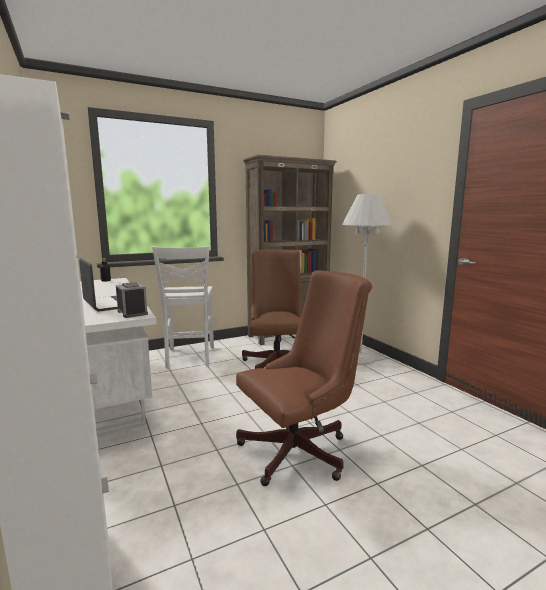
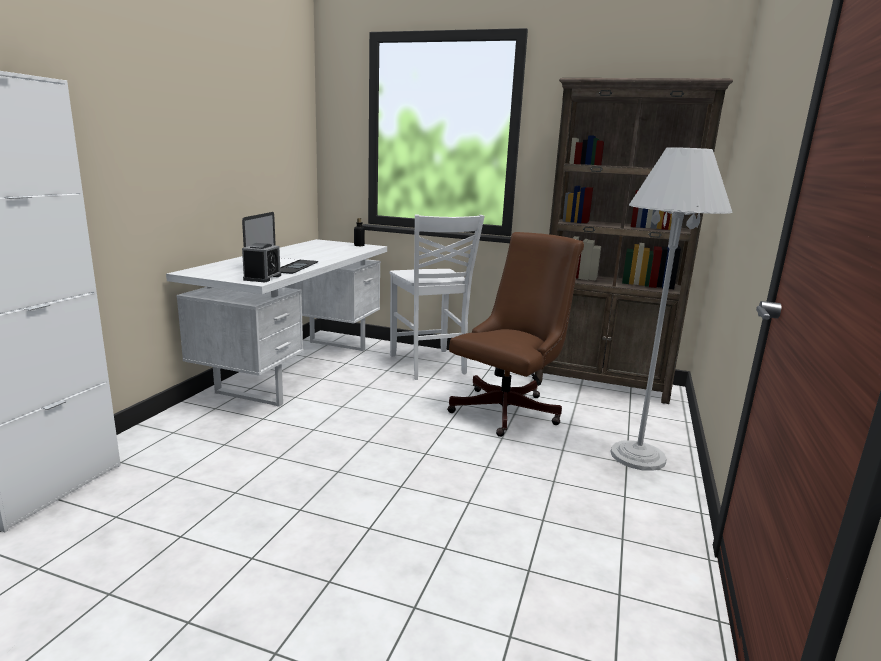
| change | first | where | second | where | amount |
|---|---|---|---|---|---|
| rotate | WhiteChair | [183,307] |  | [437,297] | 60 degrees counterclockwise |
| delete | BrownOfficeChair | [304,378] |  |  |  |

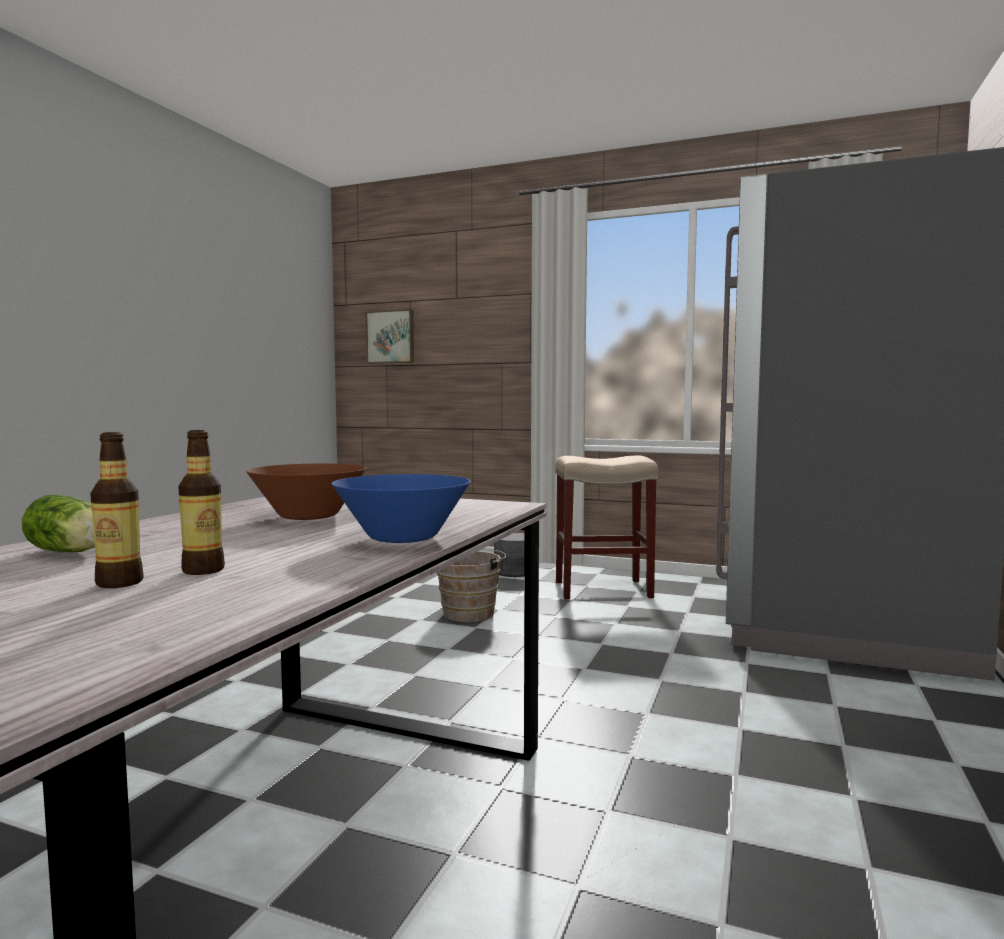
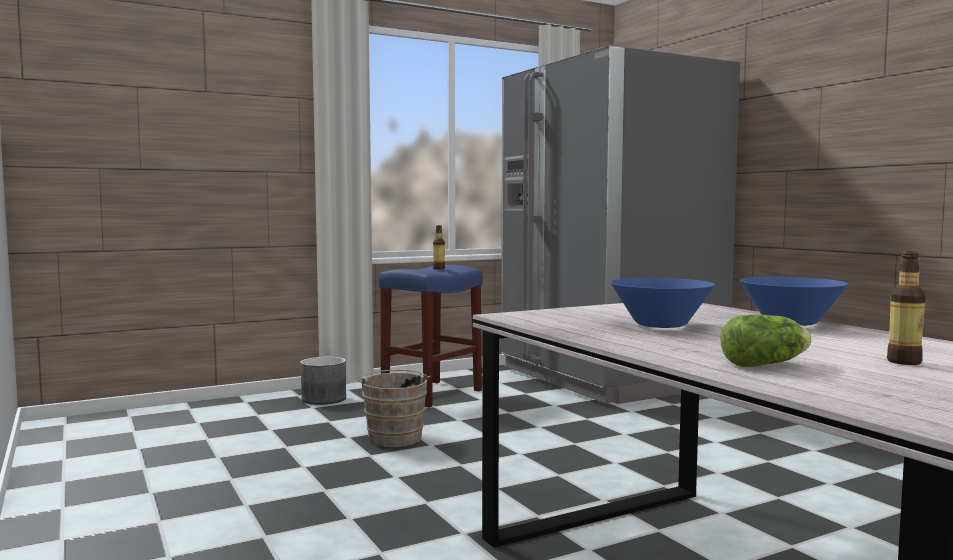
| change | first | where | second | where | amount |
|---|---|---|---|---|---|
| move | Bottle | [201,502] |  | [439,247] |  |
| recolor | BrownBowl | [306,491] | BlueBowl | [662,303] |  |
| delete | Picture | [389,336] |  |  |  |
| recolor | BeigeStool | [607,527] | BlueStool | [431,336] |  |

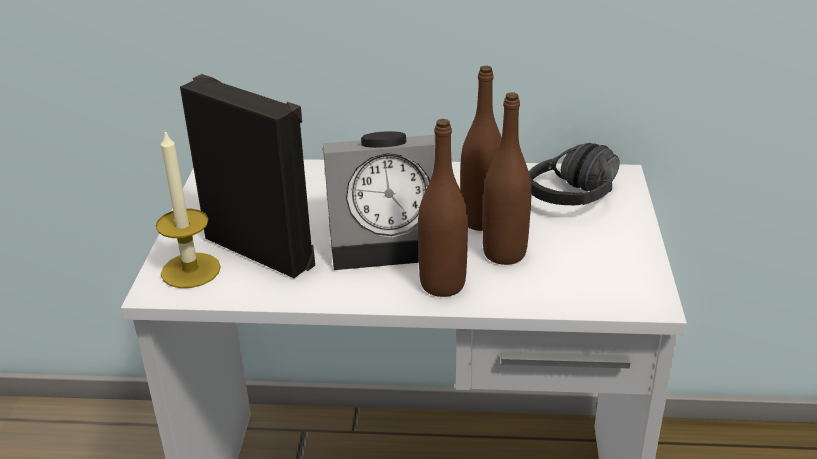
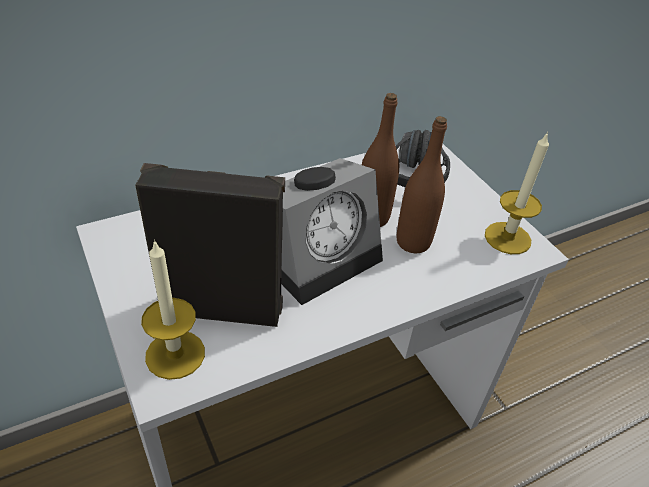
| change | first | where | second | where | amount |
|---|---|---|---|---|---|
| delete | BrownBottle | [443,208] |  |  |  |
| insert |  |  | Candle | [517,193] |  |

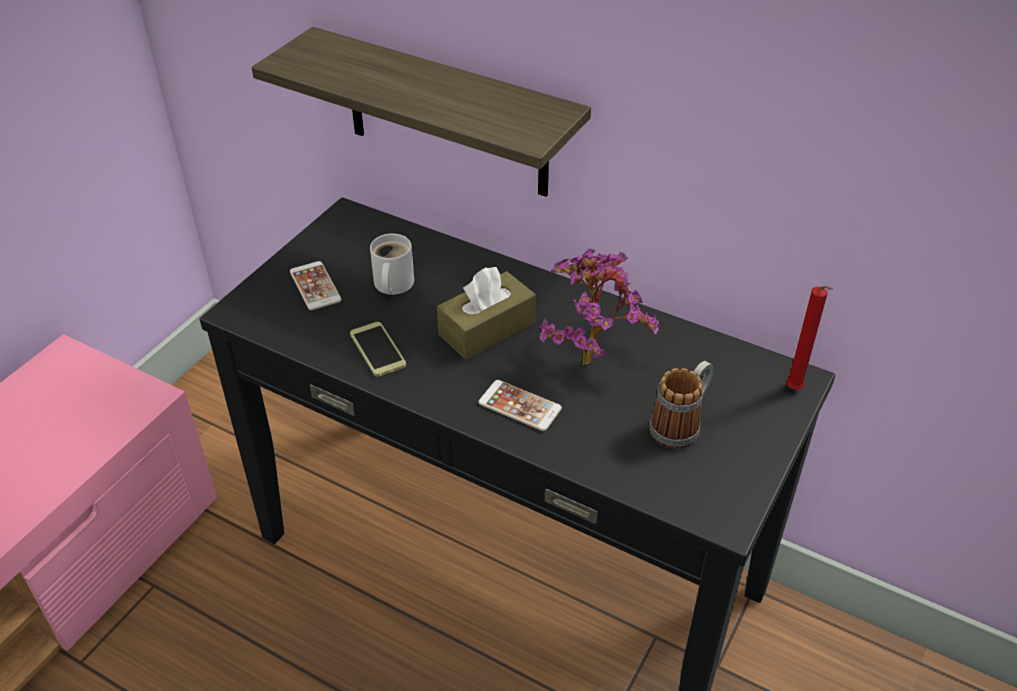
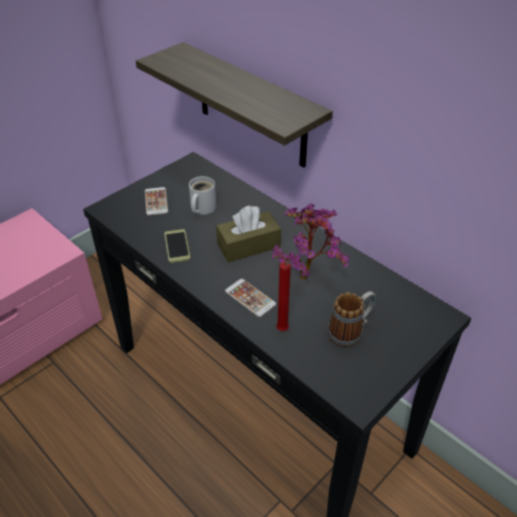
| change | first | where | second | where | amount |
|---|---|---|---|---|---|
| move | RedCandle | [809,338] |  | [283,296] |  |

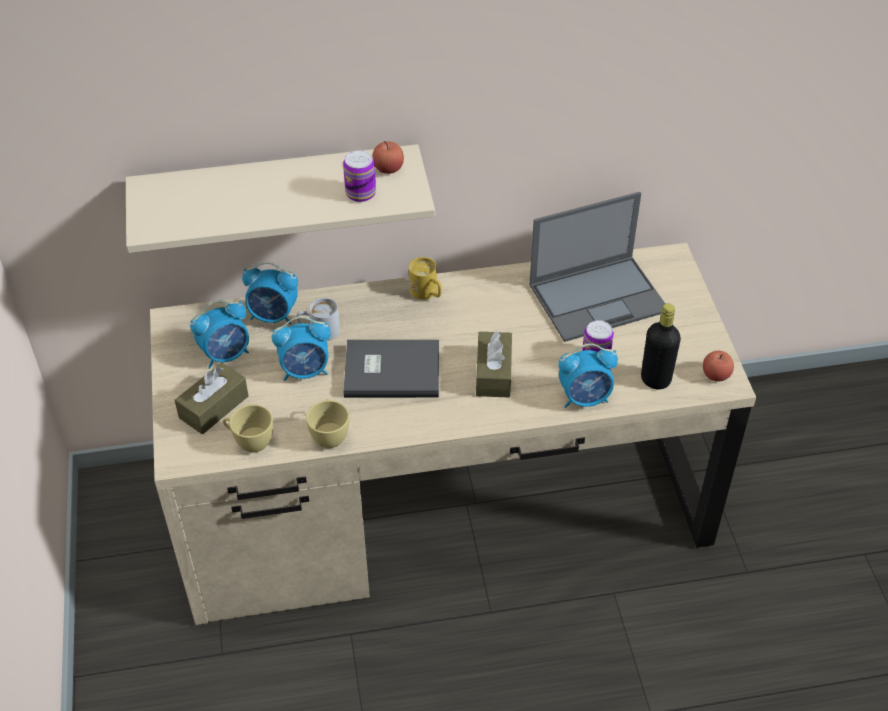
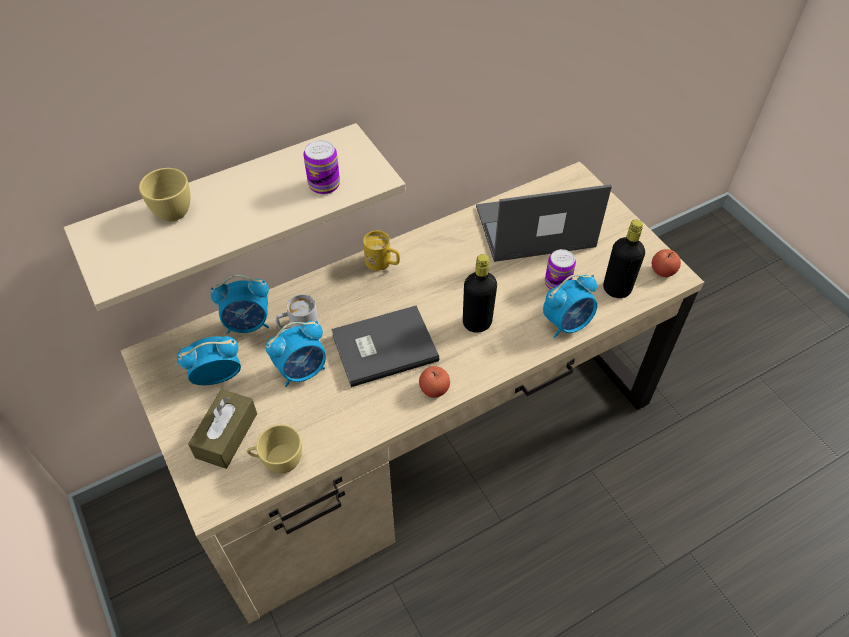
| change | first | where | second | where | amount |
|---|---|---|---|---|---|
| rotate | AlarmClock | [219,334] |  | [209,360] | 150 degrees counterclockwise |
| move | YellowCup | [327,423] |  | [165,194] |  |
| move | Apple | [388,157] |  | [434,382] |  |
| replace | BrownTissueBox | [494,363] | BlackBottle | [480,293] |  |
| rotate | Laptop | [597,267] |  | [544,223] | 150 degrees counterclockwise |

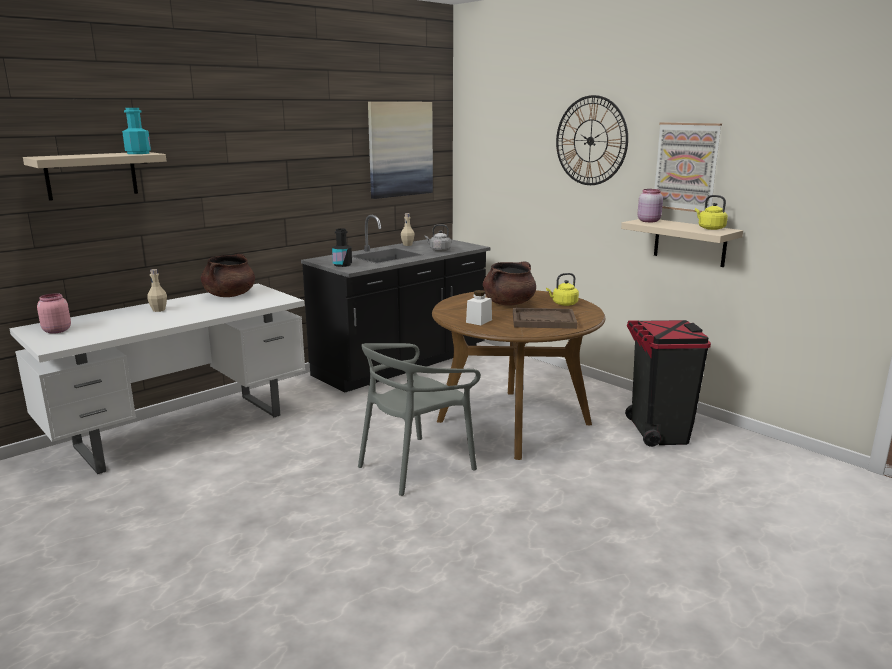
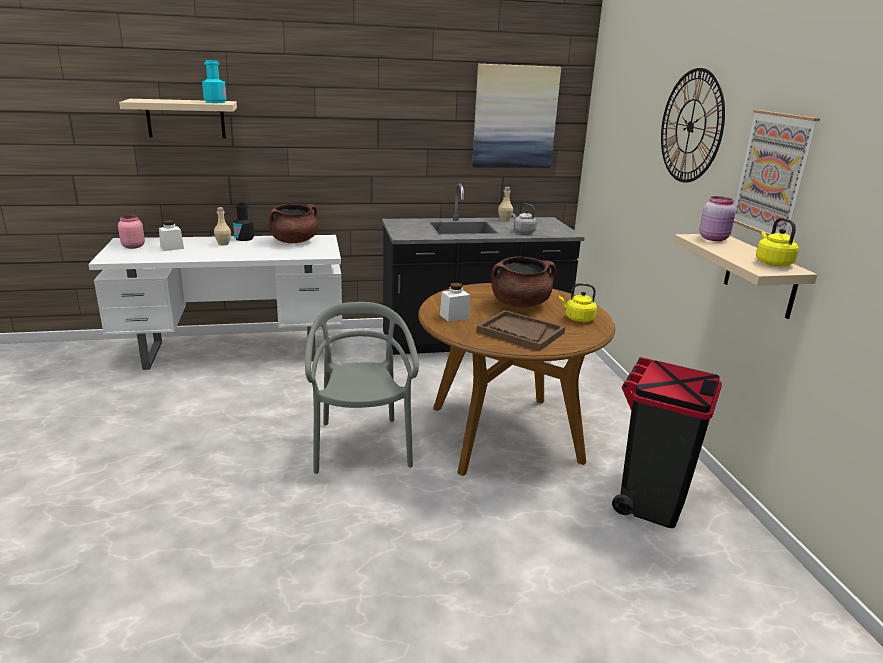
| change | first | where | second | where | amount |
|---|---|---|---|---|---|
| move | BlackBottle | [342,247] |  | [243,222] |  |
| rotate | GreyChair | [419,419] |  | [362,388] | 90 degrees clockwise |
| insert |  |  | WhiteJar | [171,235] |  |

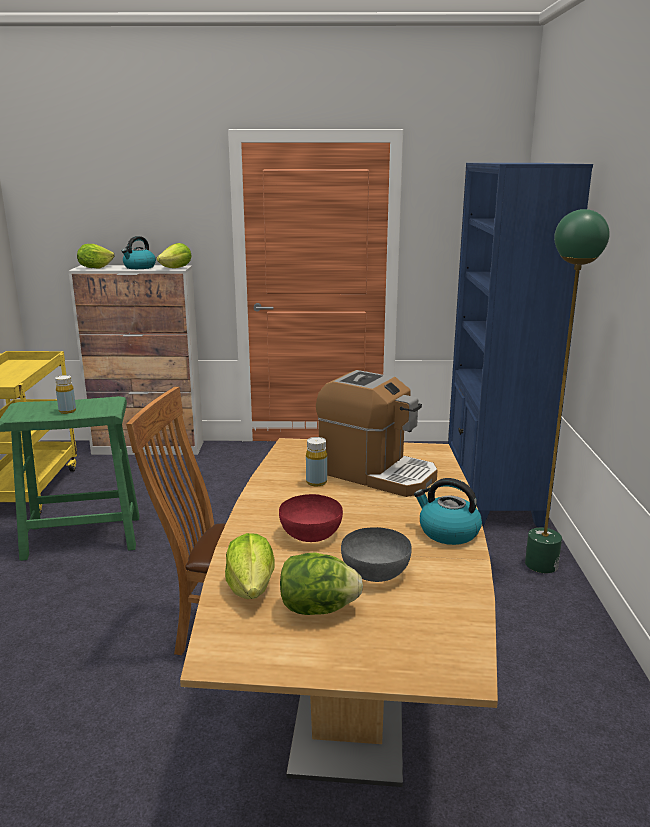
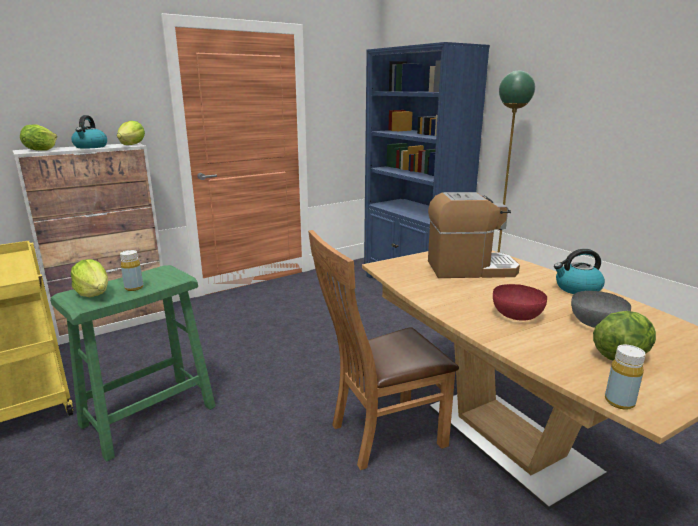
| change | first | where | second | where | amount |
|---|---|---|---|---|---|
| move | Lettuce | [250,566] |  | [89,278] |  |
| move | YellowBottle | [316,461] |  | [625,377] |  |

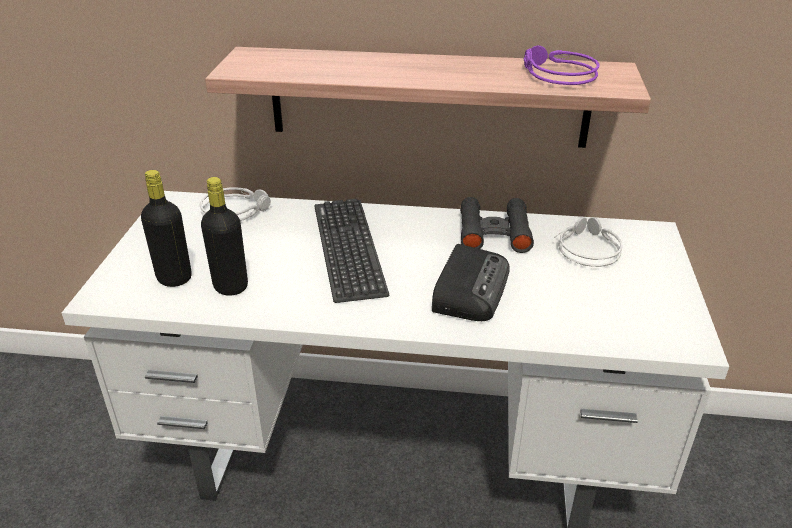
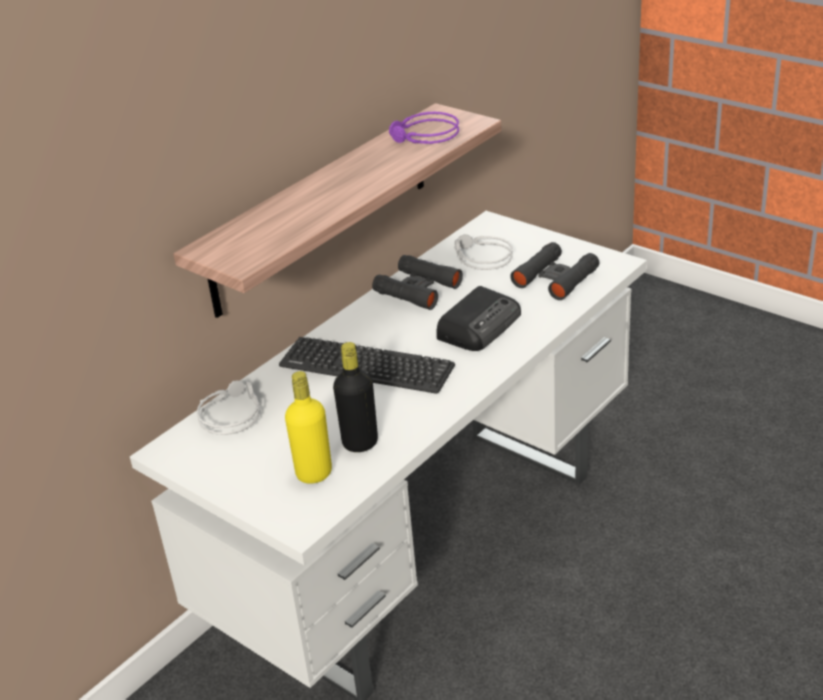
| change | first | where | second | where | amount |
|---|---|---|---|---|---|
| recolor | BlackBottle | [166,228] | YellowBottle | [308,427] |  |
| rotate | Radio | [471,282] |  | [478,318] | 75 degrees clockwise |
| insert |  |  | BlackBinoculars | [555,271] |  |

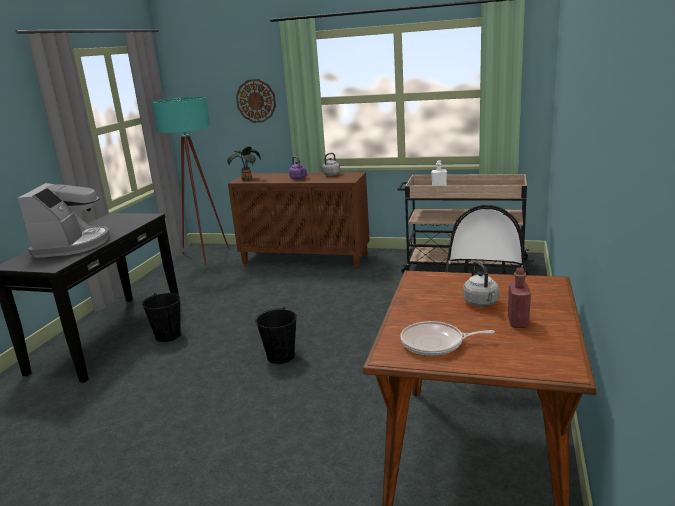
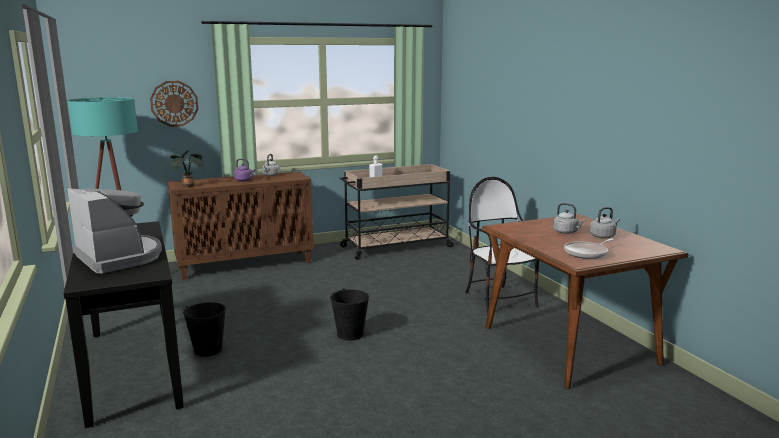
| change | first | where | second | where | amount |
|---|---|---|---|---|---|
| replace | RedBottle | [519,297] | GreyKettle | [605,223] |  |

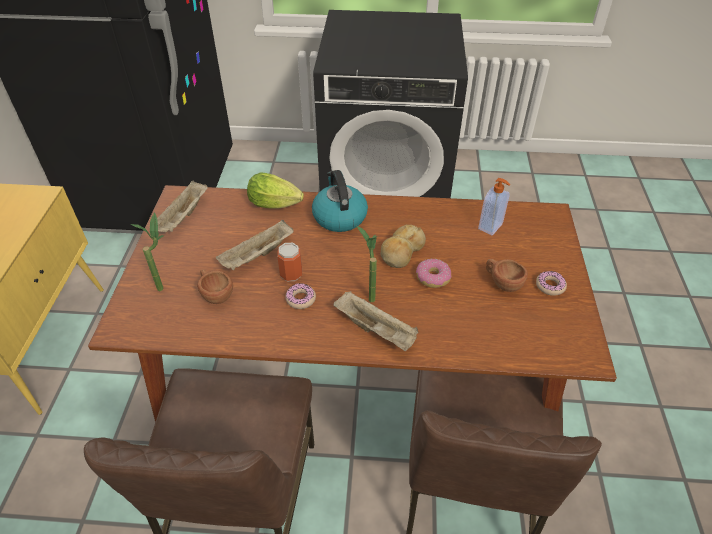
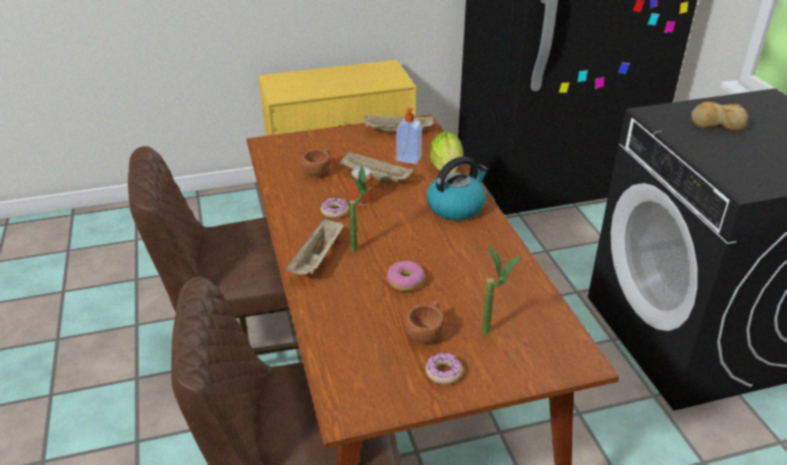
| change | first | where | second | where | amount |
|---|---|---|---|---|---|
| move | PottedPlant | [147,251] |  | [501,290] |  |
| move | Bread | [403,246] |  | [719,117] |  |
| move | SoapDispenser | [494,206] |  | [409,136] |  |

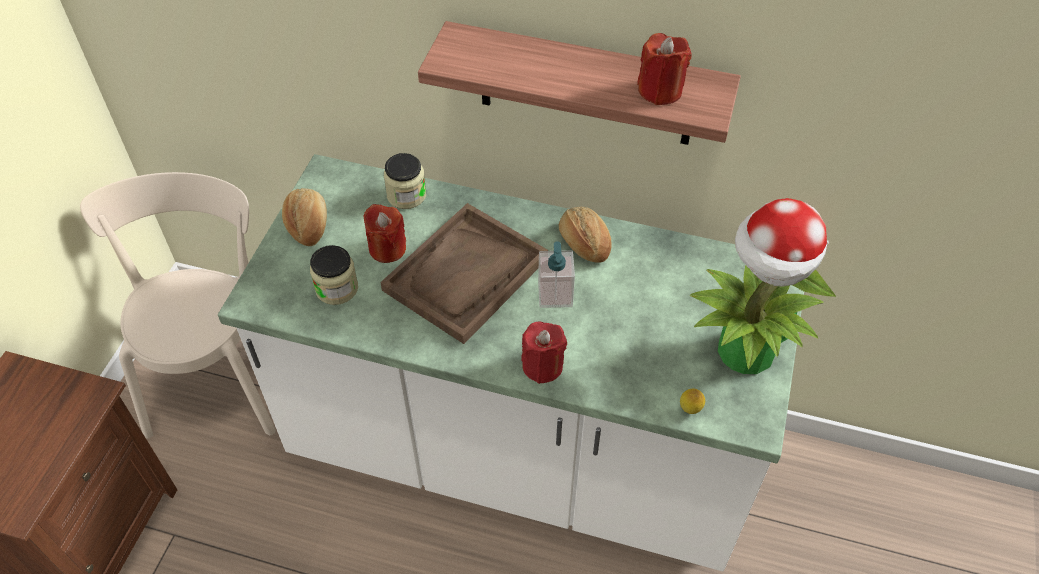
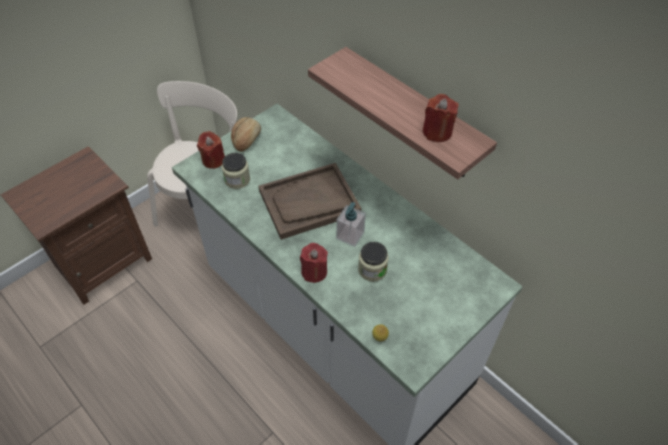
| change | first | where | second | where | amount |
|---|---|---|---|---|---|
| move | RedCandle | [384,233] |  | [211,150] |  |
| move | Jar | [405,181] |  | [373,262] |  |
| delete | Bread | [585,235] |  |  |  |
| delete | PottedPlant | [763,286] |  |  |  |

